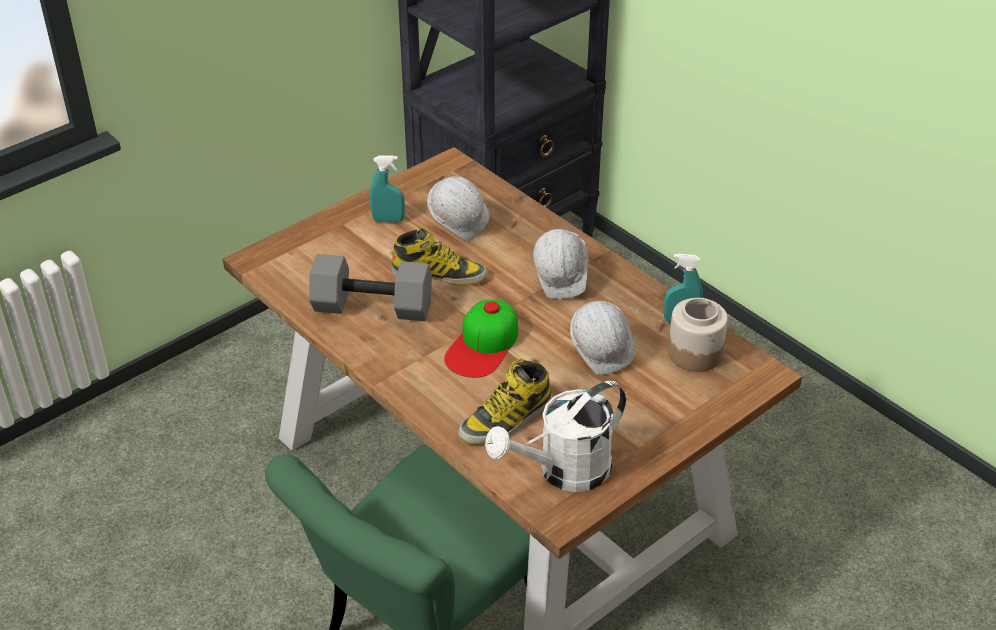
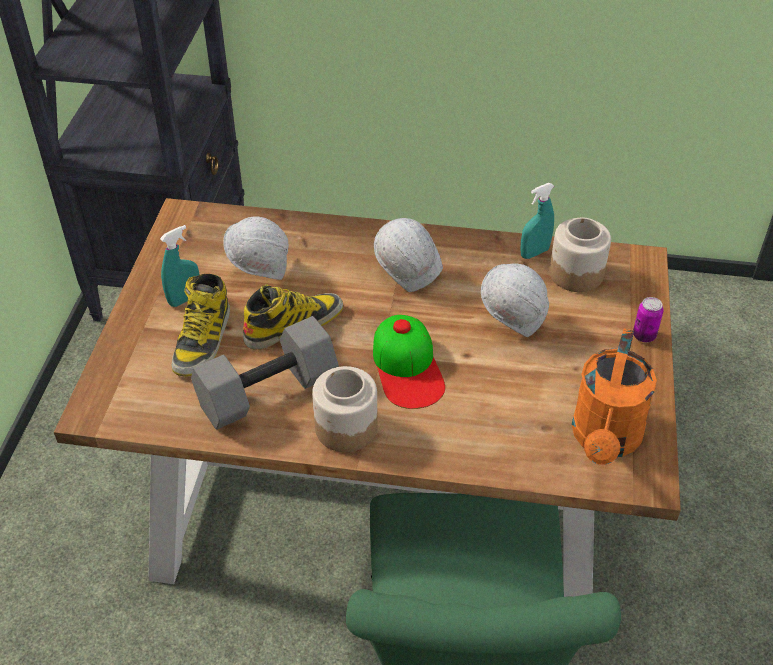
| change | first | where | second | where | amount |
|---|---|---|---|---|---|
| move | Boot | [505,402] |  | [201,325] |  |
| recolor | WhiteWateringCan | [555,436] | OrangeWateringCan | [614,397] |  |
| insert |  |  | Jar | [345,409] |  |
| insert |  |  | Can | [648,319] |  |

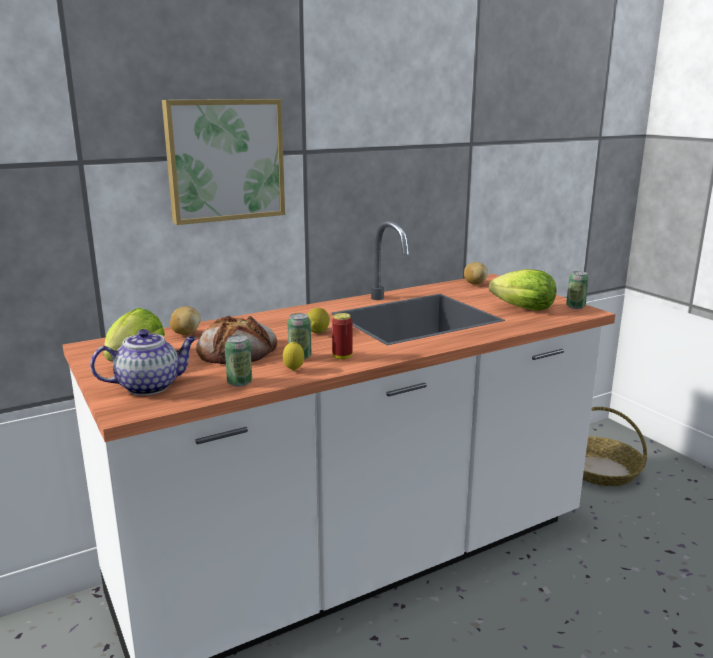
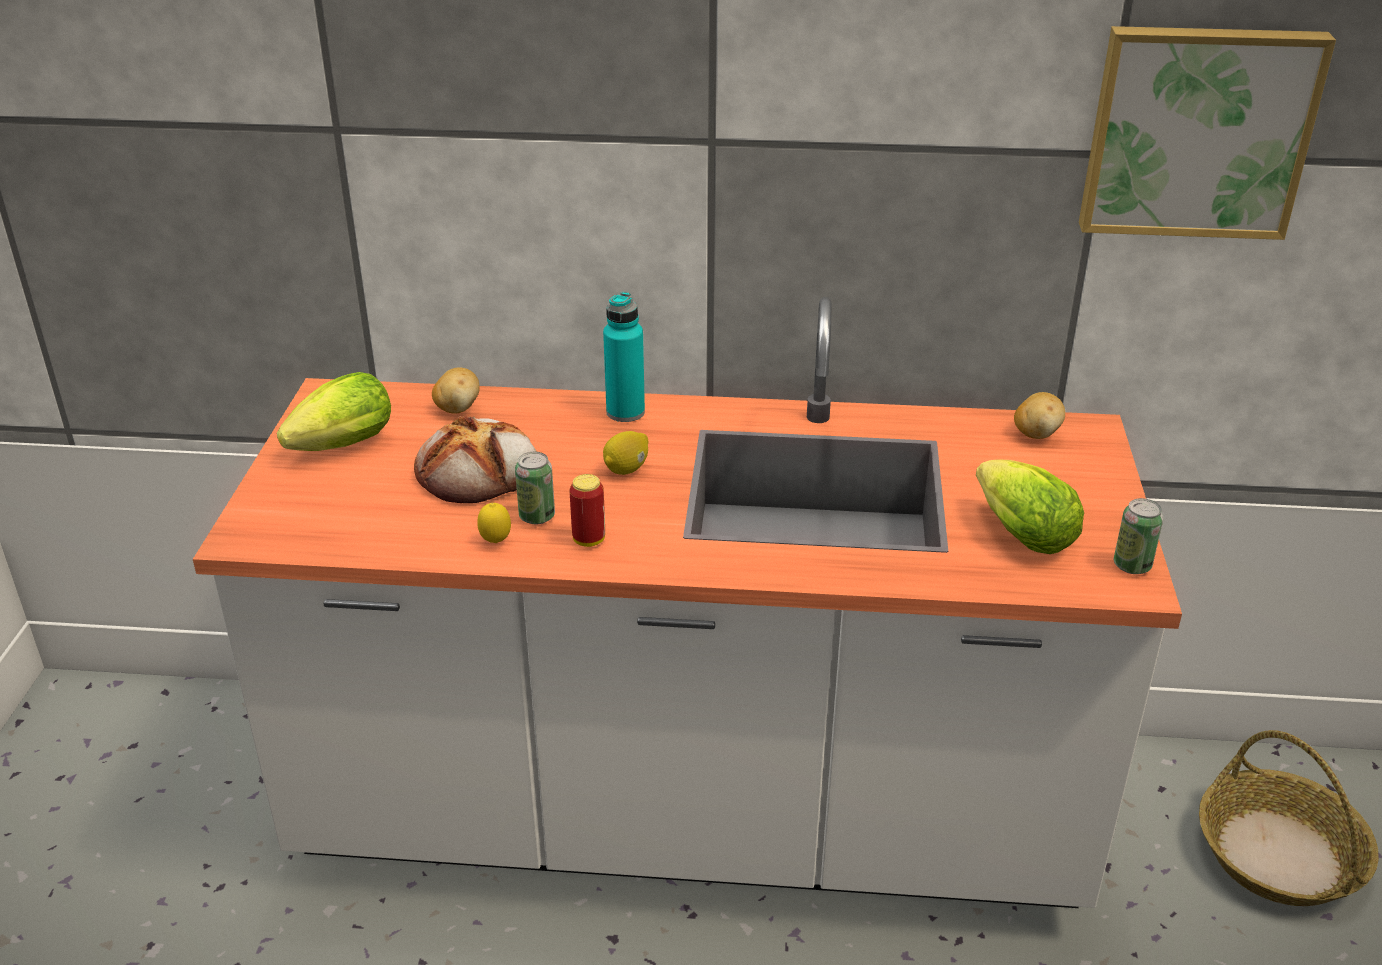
| change | first | where | second | where | amount |
|---|---|---|---|---|---|
| delete | Teapot | [143,362] |  |  |  |
| move | Picture | [223,162] |  | [1207,133] |  |
| delete | Can | [238,361] |  |  |  |
| insert |  |  | TurquoiseBottle | [624,357] |  |

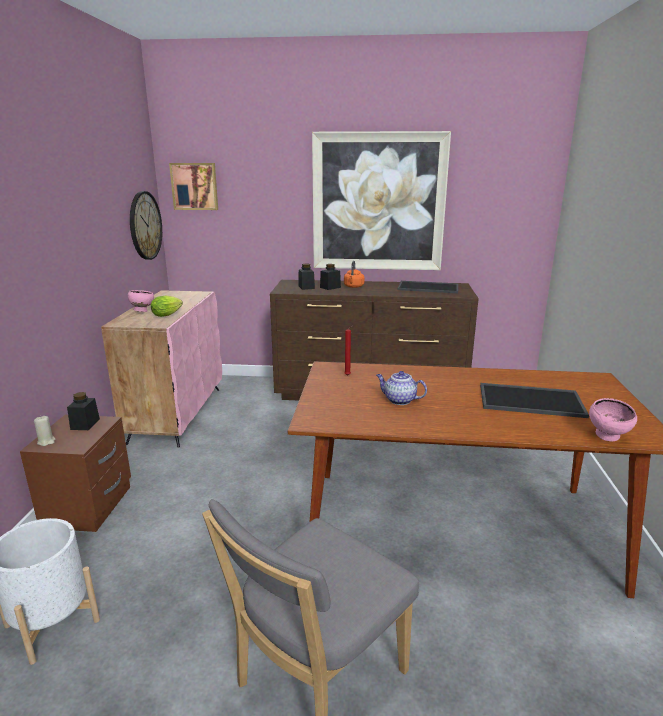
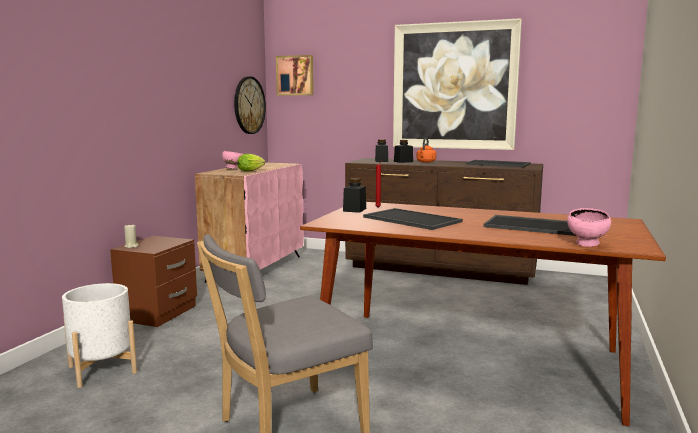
| change | first | where | second | where | amount |
|---|---|---|---|---|---|
| move | BlackJar | [83,411] |  | [354,195] |  |
| replace | Teapot | [401,388] | Tray | [413,219] |  |

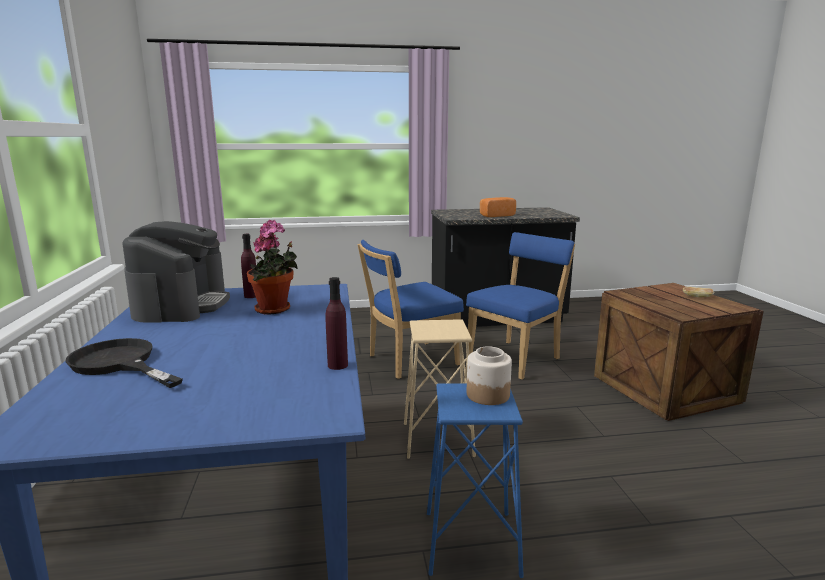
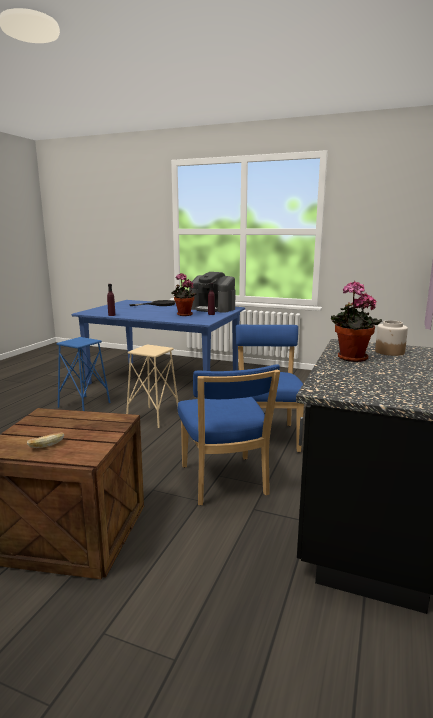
| change | first | where | second | where | amount |
|---|---|---|---|---|---|
| move | Jar | [489,375] |  | [391,338] |  |
| replace | Bread | [498,207] | PottedPlant | [356,321] |  |

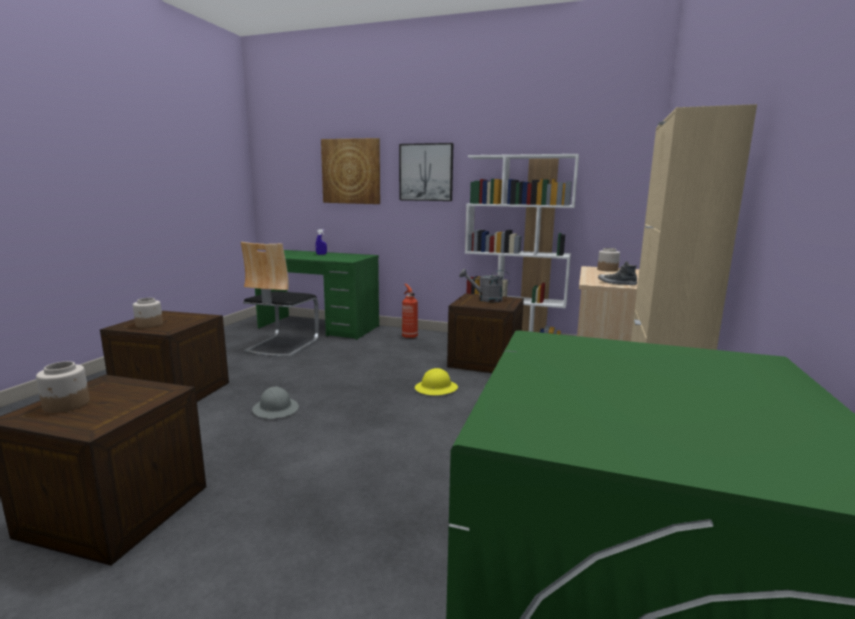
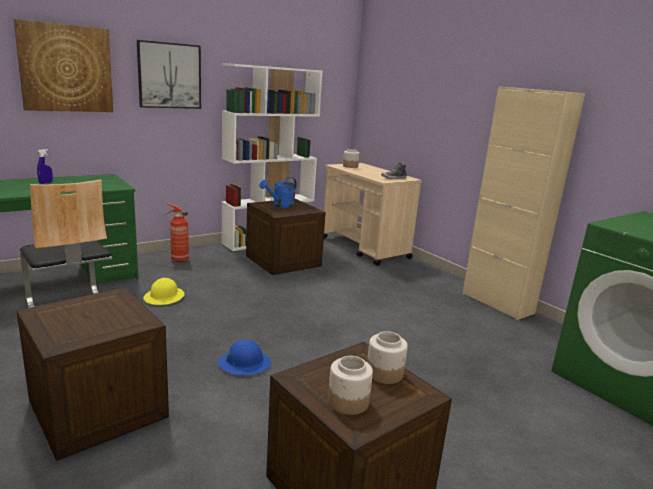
| change | first | where | second | where | amount |
|---|---|---|---|---|---|
| move | Jar | [148,313] |  | [387,357] |  |
| recolor | GreyHardHat | [275,402] | BlueHardHat | [244,357] |  |
| move | YellowHardHat | [436,381] |  | [164,291] |  |
| recolor | GreyWateringCan | [484,285] | BlueWateringCan | [278,192] |  |

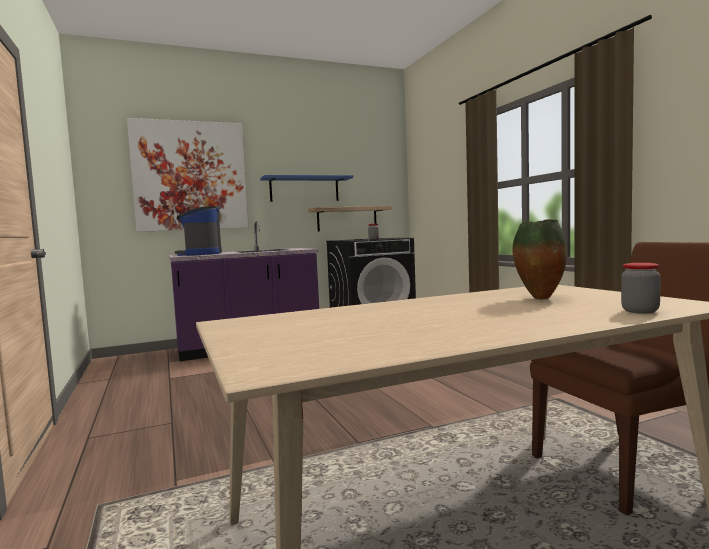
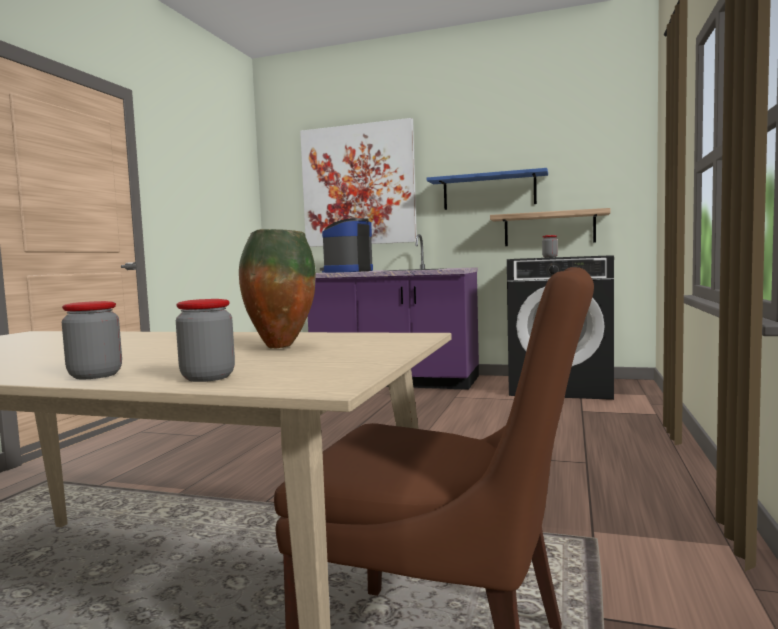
| change | first | where | second | where | amount |
|---|---|---|---|---|---|
| insert |  |  | Jar | [92,340] |  |

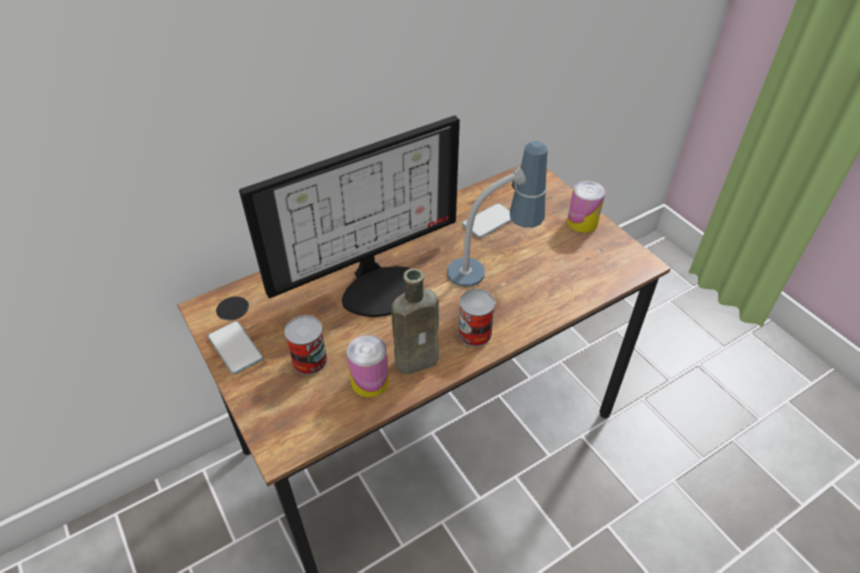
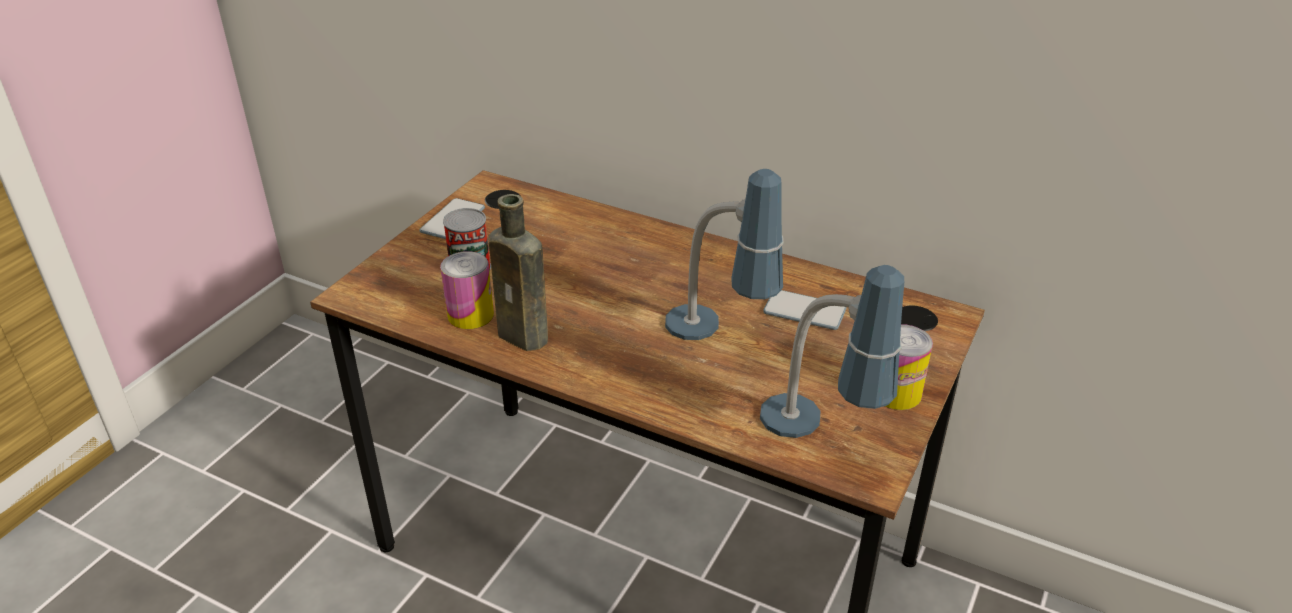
| change | first | where | second | where | amount |
|---|---|---|---|---|---|
| delete | Monitor | [349,216] |  |  |  |
| delete | Can | [476,318] |  |  |  |
| insert |  |  | TableLamp | [832,351] |  |

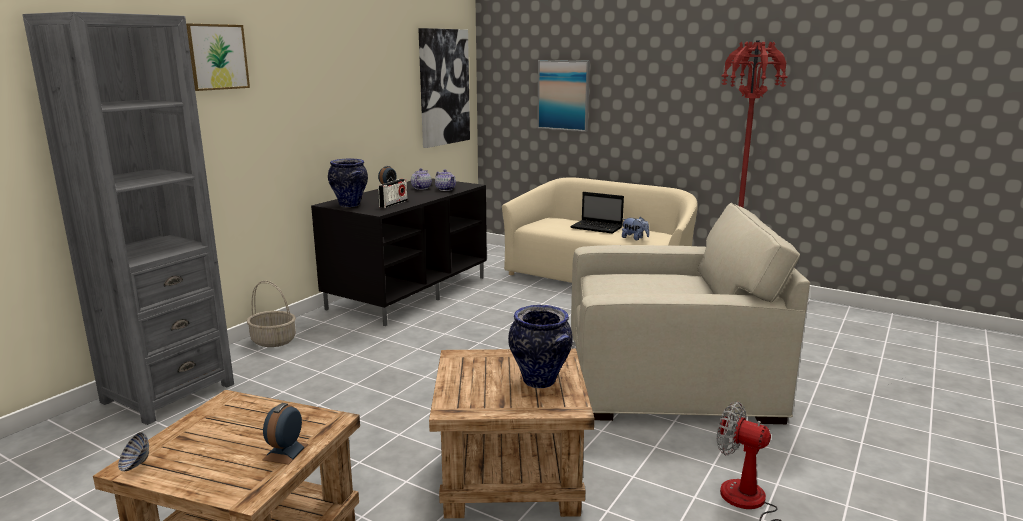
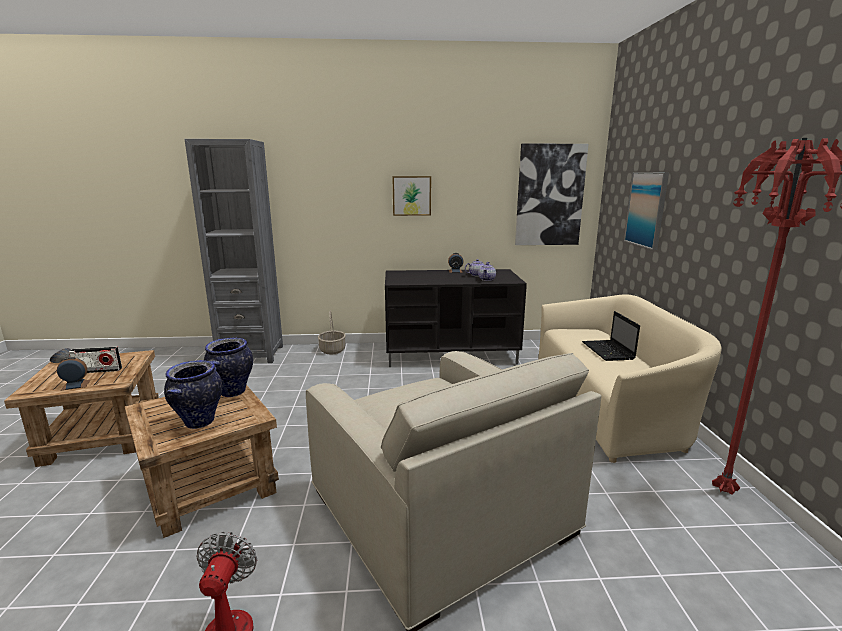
| change | first | where | second | where | amount |
|---|---|---|---|---|---|
| move | Picture | [218,57] |  | [411,196] |  |
| move | Vase | [348,183] |  | [228,367] |  |
| move | Radio | [393,193] |  | [95,360] |  |
| delete | PlushToy | [635,228] |  |  |  |

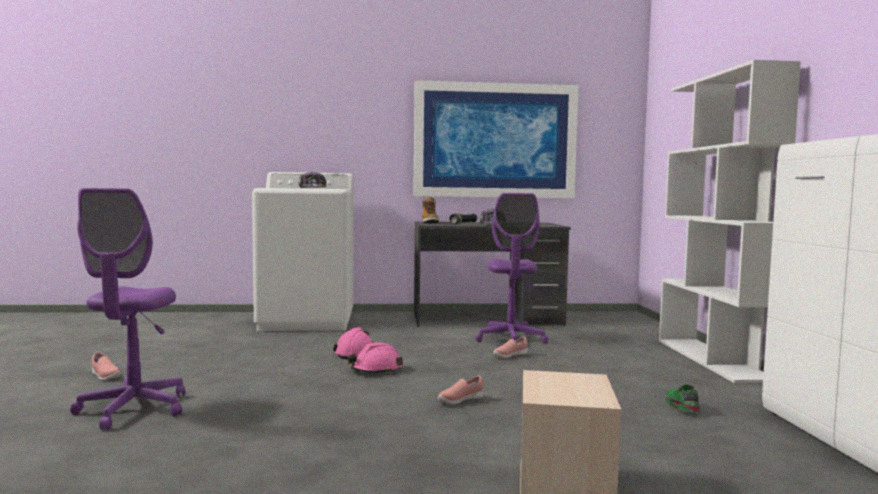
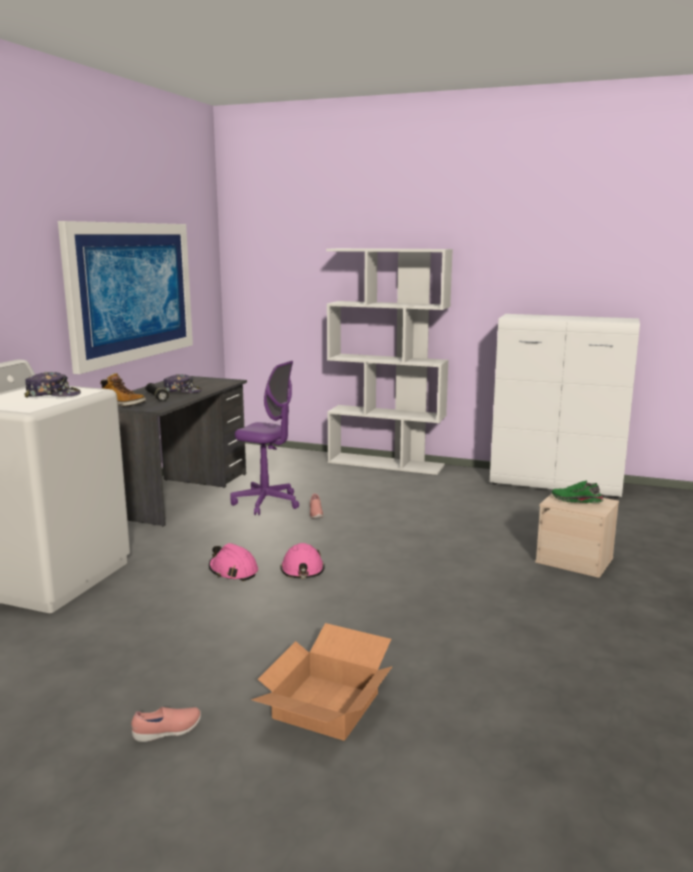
| change | first | where | second | where | amount |
|---|---|---|---|---|---|
| replace | PurpleOfficeChair | [127,309] | CardboardBox | [322,682] |  |
| delete | PinkShoe | [461,390] |  |  |  |
| move | GreenShoe | [682,398] |  | [577,491] |  |

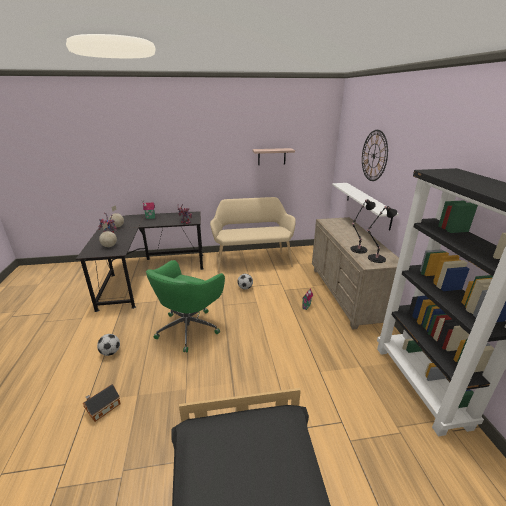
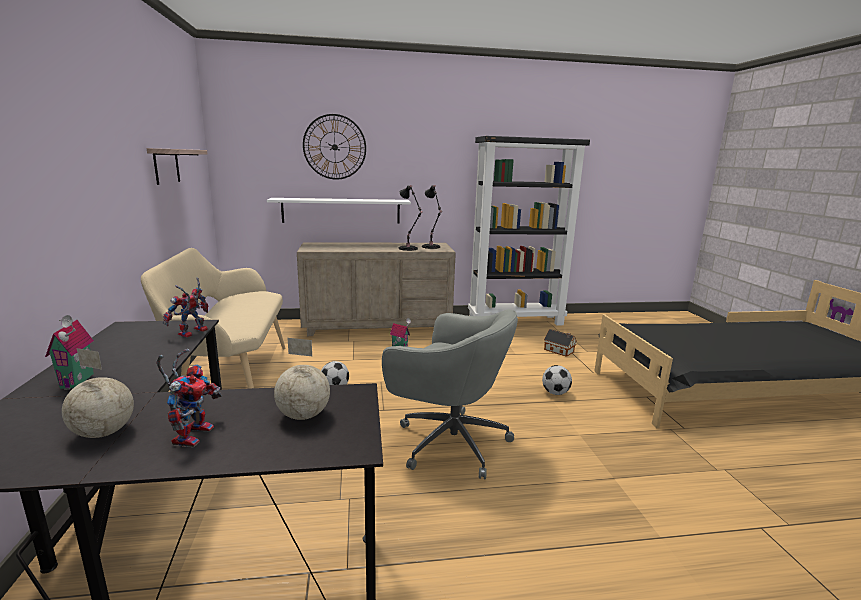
| change | first | where | second | where | amount |
|---|---|---|---|---|---|
| move | ToyHouse | [101,403] |  | [560,343] |  |
| move | Football | [108,345] |  | [557,380] |  |
| recolor | GreenOfficeChair | [185,306] | GreyOfficeChair | [450,394] |  |

